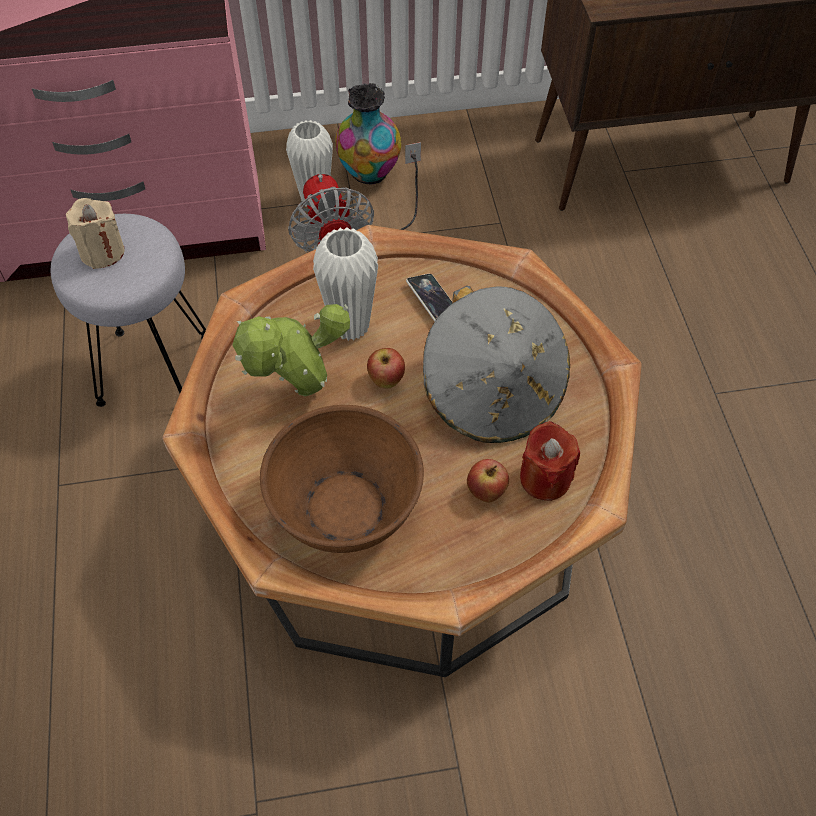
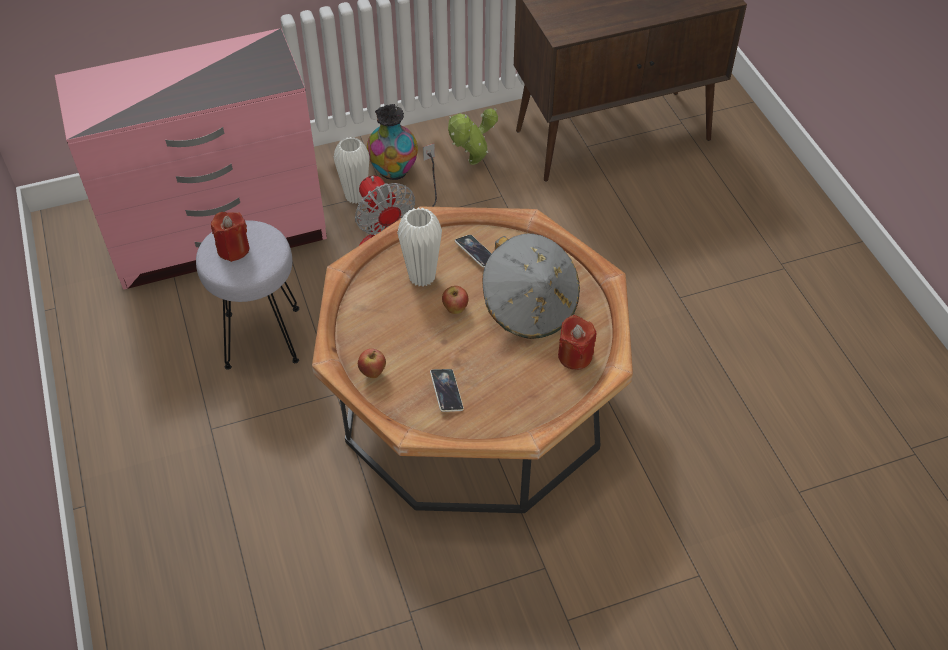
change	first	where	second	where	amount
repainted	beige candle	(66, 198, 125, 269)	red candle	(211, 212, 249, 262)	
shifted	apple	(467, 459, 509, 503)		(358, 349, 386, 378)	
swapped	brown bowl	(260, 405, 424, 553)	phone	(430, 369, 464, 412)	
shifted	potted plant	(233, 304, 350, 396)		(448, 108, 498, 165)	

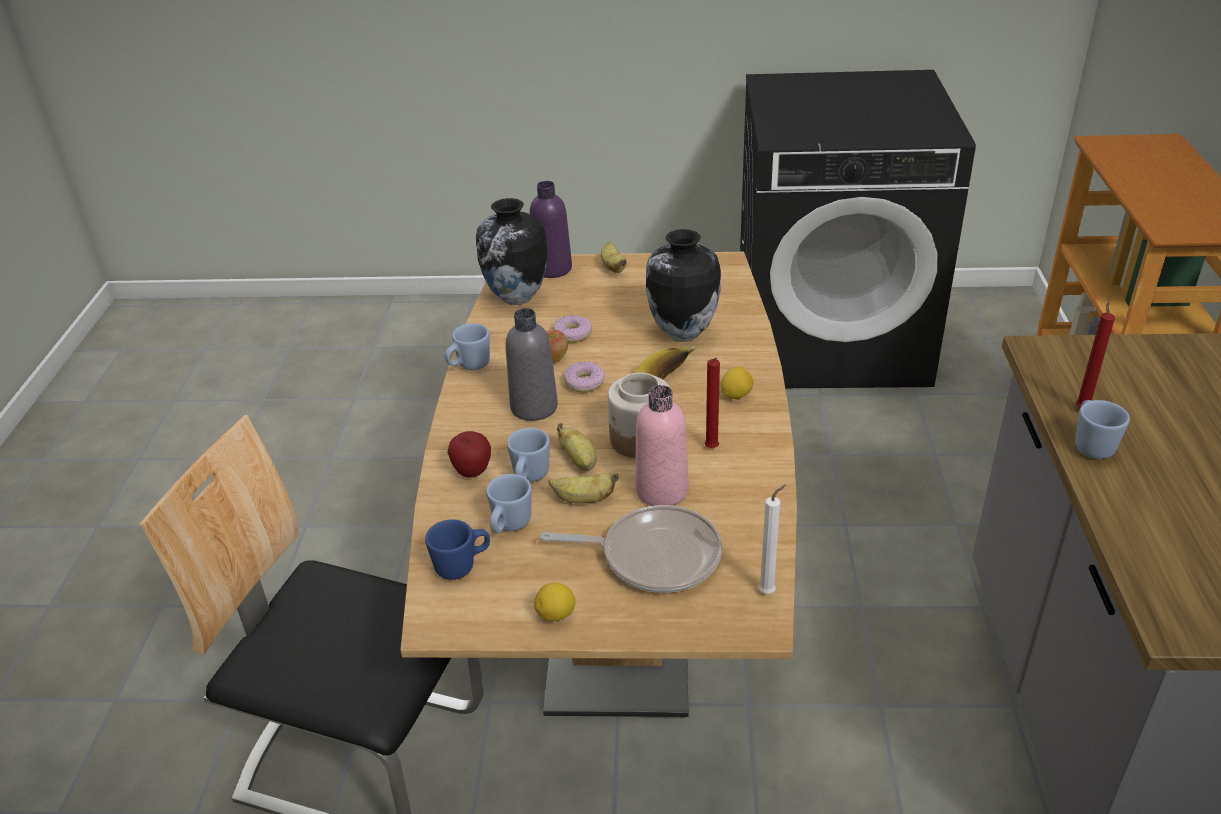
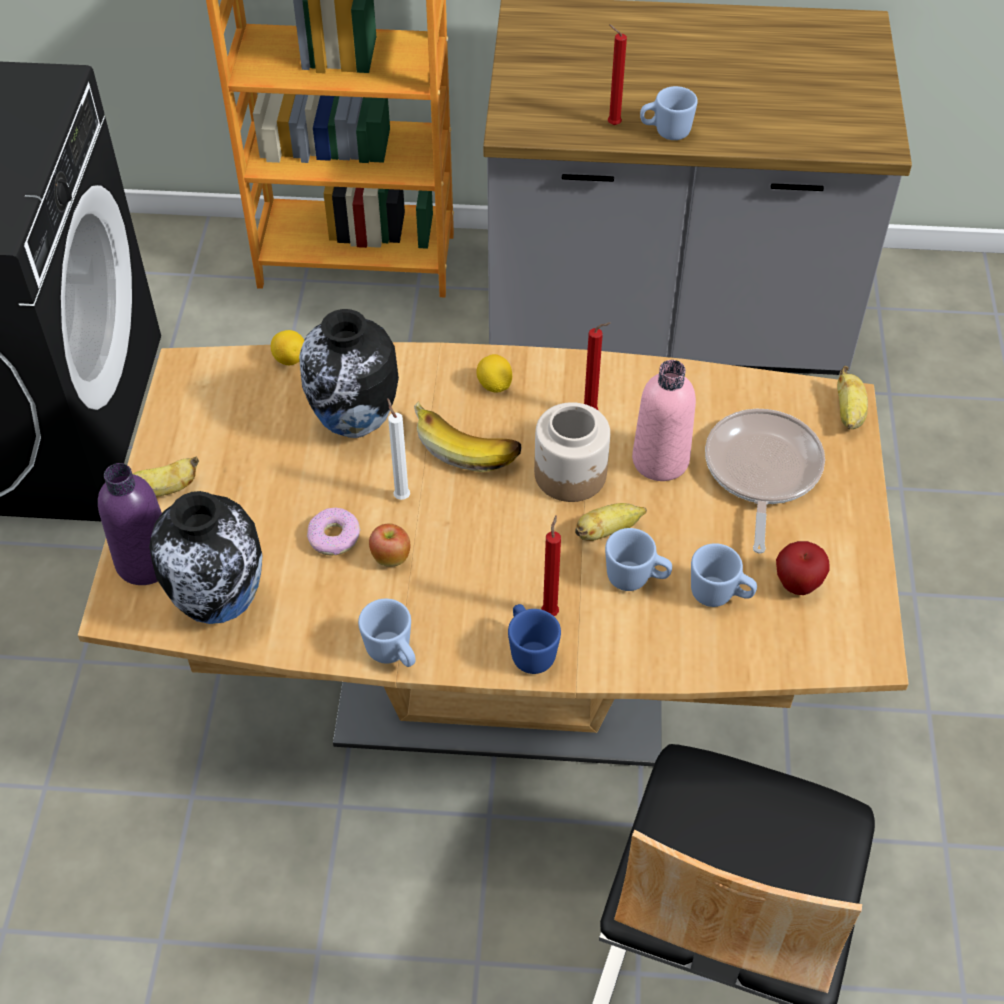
change	first	where	second	where	amount
shifted	lemon	(534, 582, 576, 621)		(271, 330, 304, 365)	
shifted	white candle	(759, 485, 786, 594)		(387, 398, 410, 500)	
shifted	blue mug	(425, 519, 490, 580)		(508, 604, 561, 674)	
new			red candle	(541, 515, 561, 616)	
shifted	apple	(447, 431, 491, 477)		(776, 541, 830, 595)	
shifted	banana	(548, 473, 619, 504)		(837, 366, 868, 429)	
gone	grey bottle	(506, 308, 558, 421)			
gone	donut	(564, 361, 605, 392)			

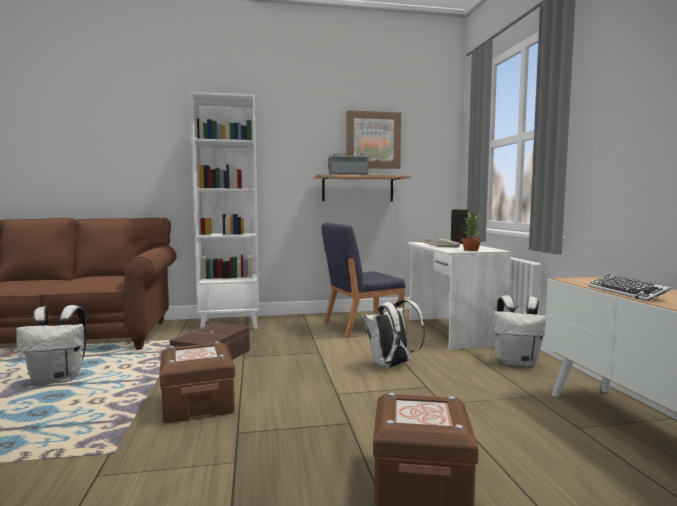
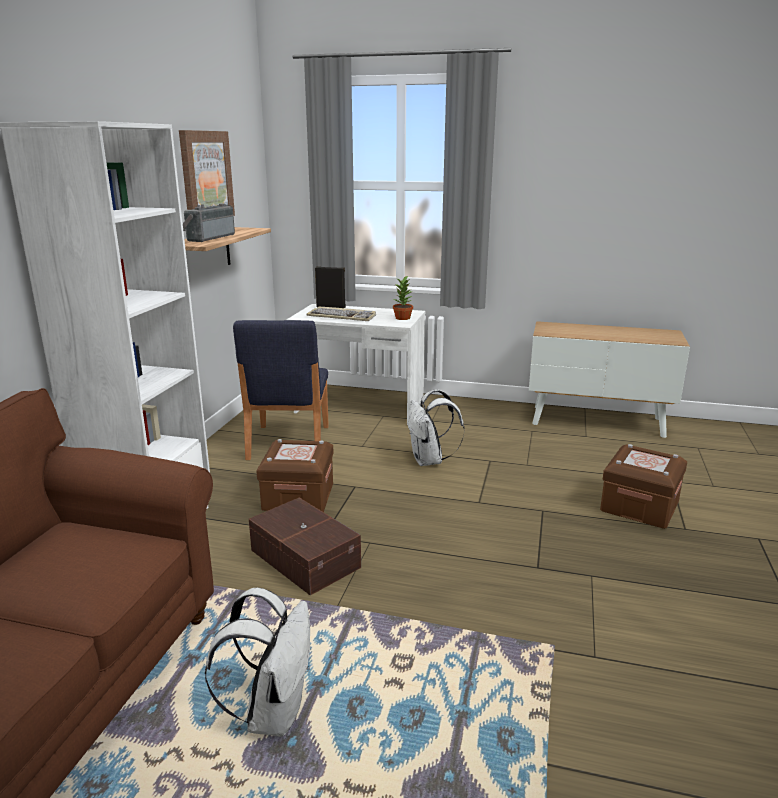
change	first	where	second	where	amount
shifted	brown storage box	(160, 341, 235, 423)		(256, 439, 334, 512)	
gone	white backpack	(493, 295, 546, 366)			
gone	keyboard	(588, 274, 672, 301)			

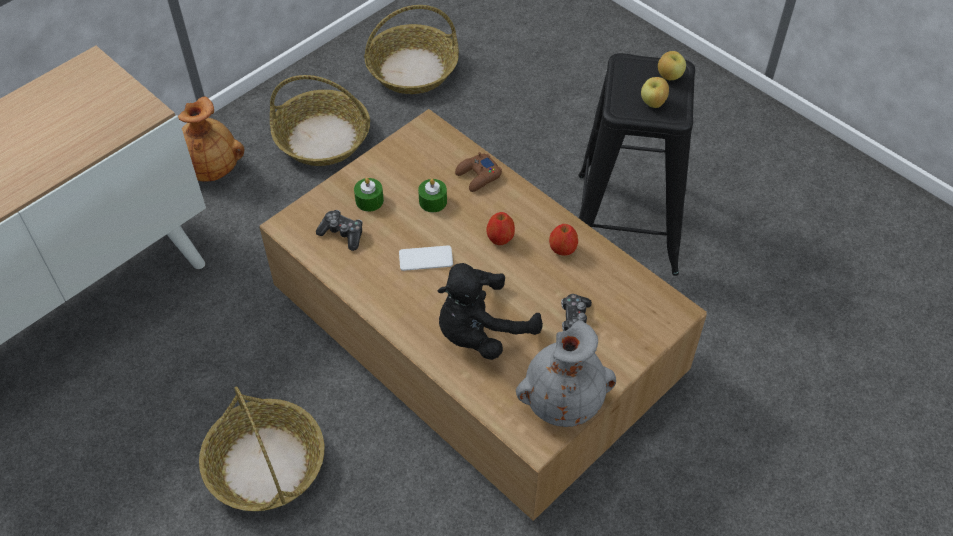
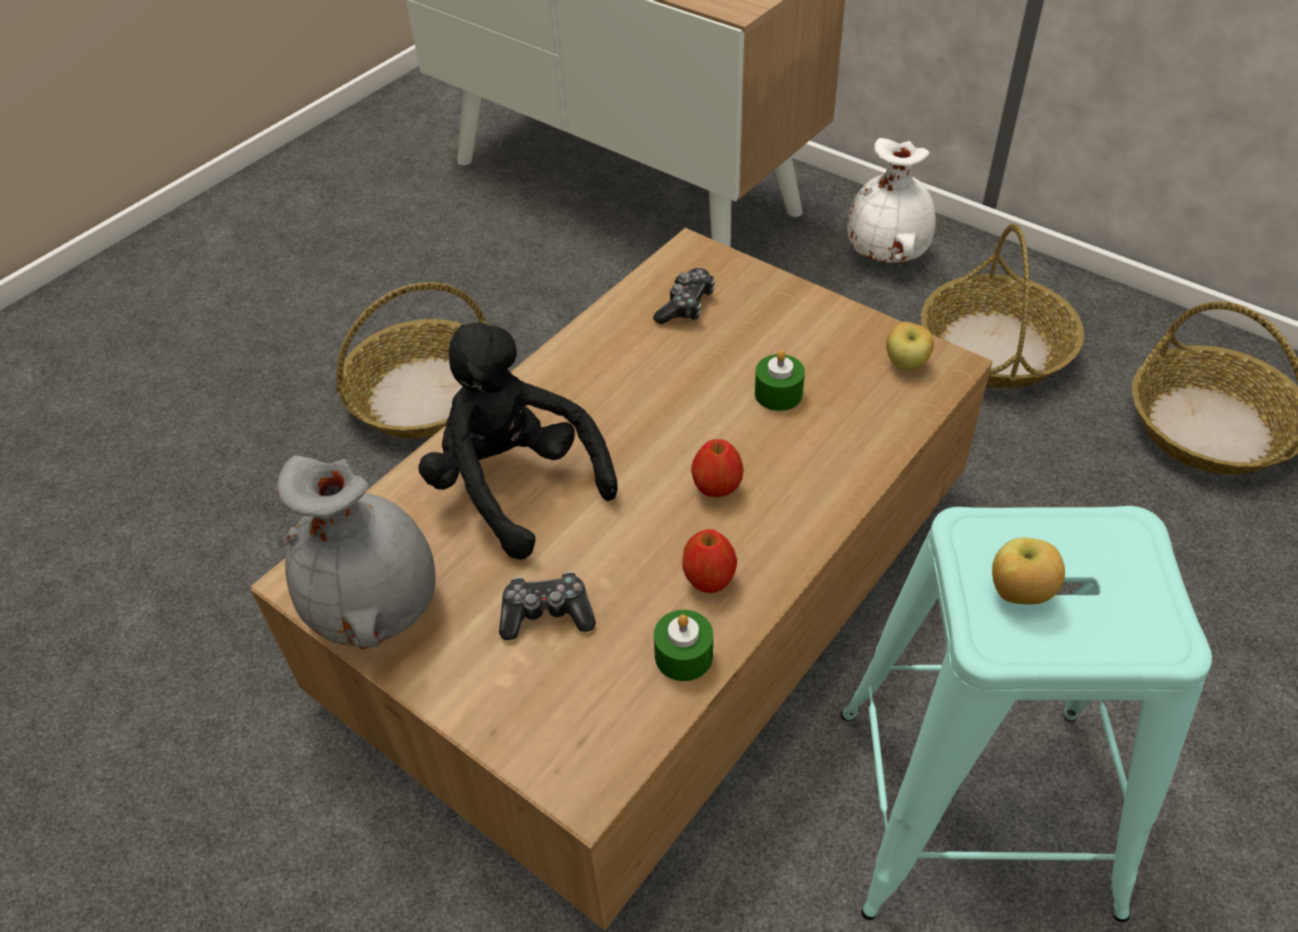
change	first	where	second	where	amount
shifted	green candle	(354, 178, 384, 212)		(654, 610, 713, 681)	
repainted	black stool	(578, 53, 695, 276)	turquoise stool	(841, 506, 1212, 922)	
repainted	brown vase	(178, 96, 244, 182)	white vase	(847, 138, 936, 263)	
shifted	apple	(658, 51, 686, 80)		(886, 322, 934, 371)	
gone	phone	(399, 245, 453, 271)			
gone	brown game controller	(455, 152, 502, 192)			

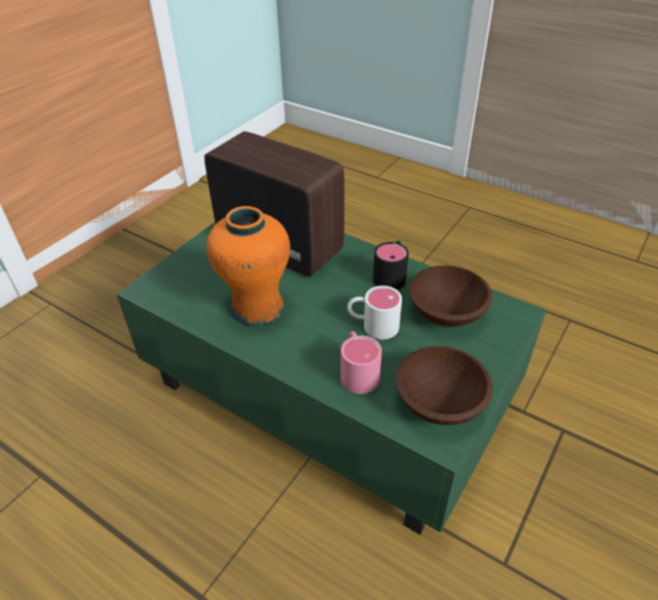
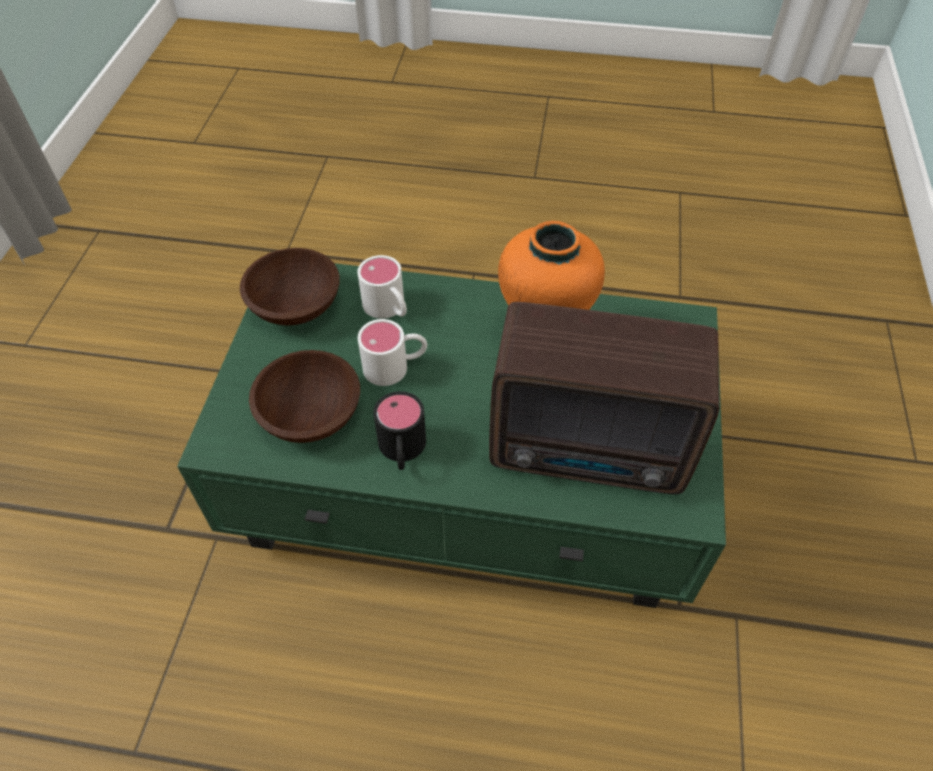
change	first	where	second	where	amount
repainted	pink mug	(341, 331, 382, 394)	white mug	(357, 255, 407, 319)	

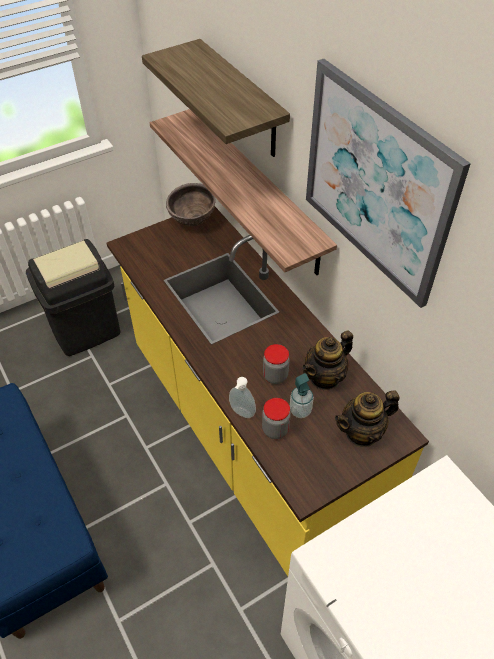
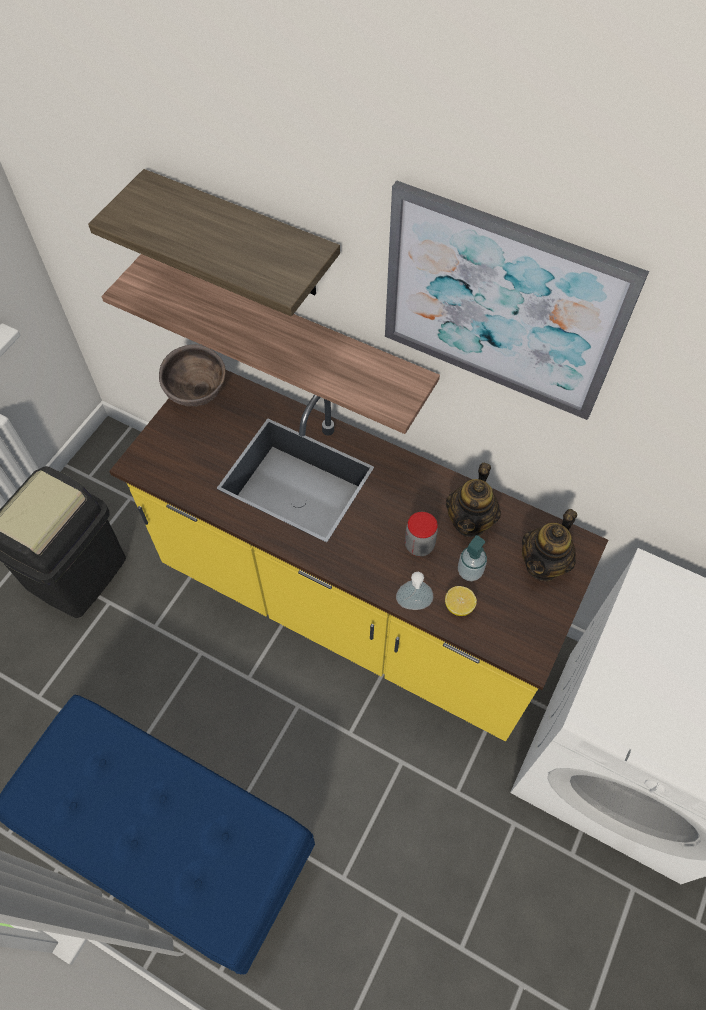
change	first	where	second	where	amount
swapped	jar	(262, 398, 291, 439)	lemon	(445, 586, 477, 616)	

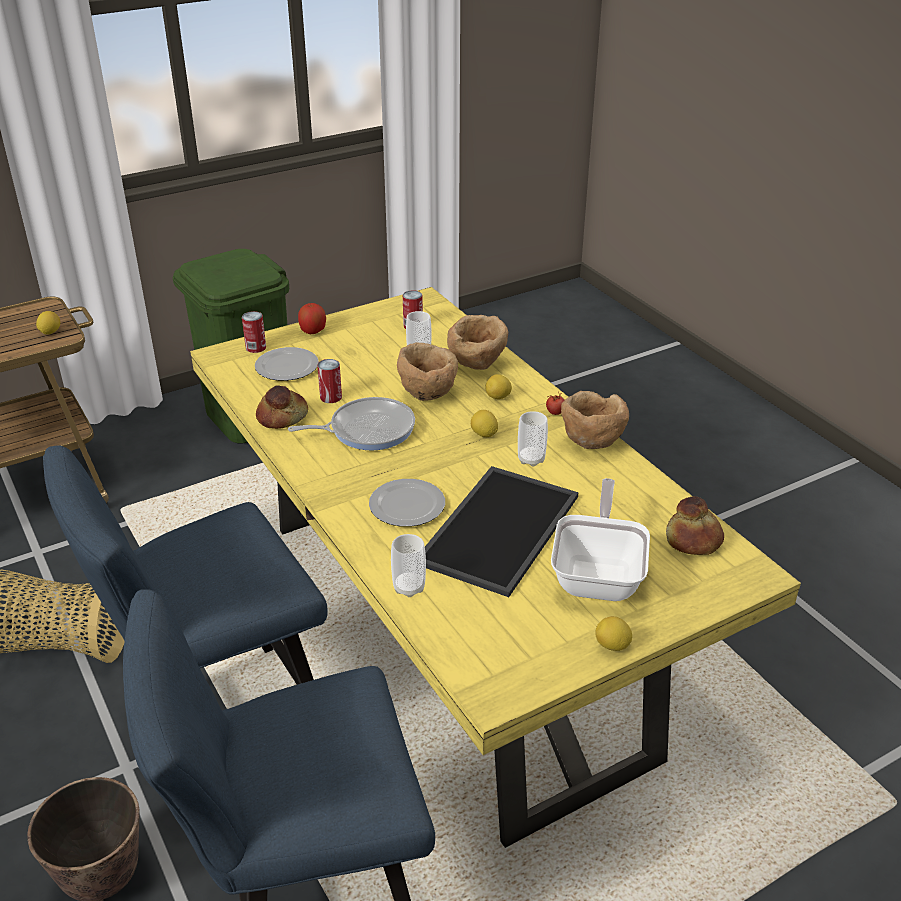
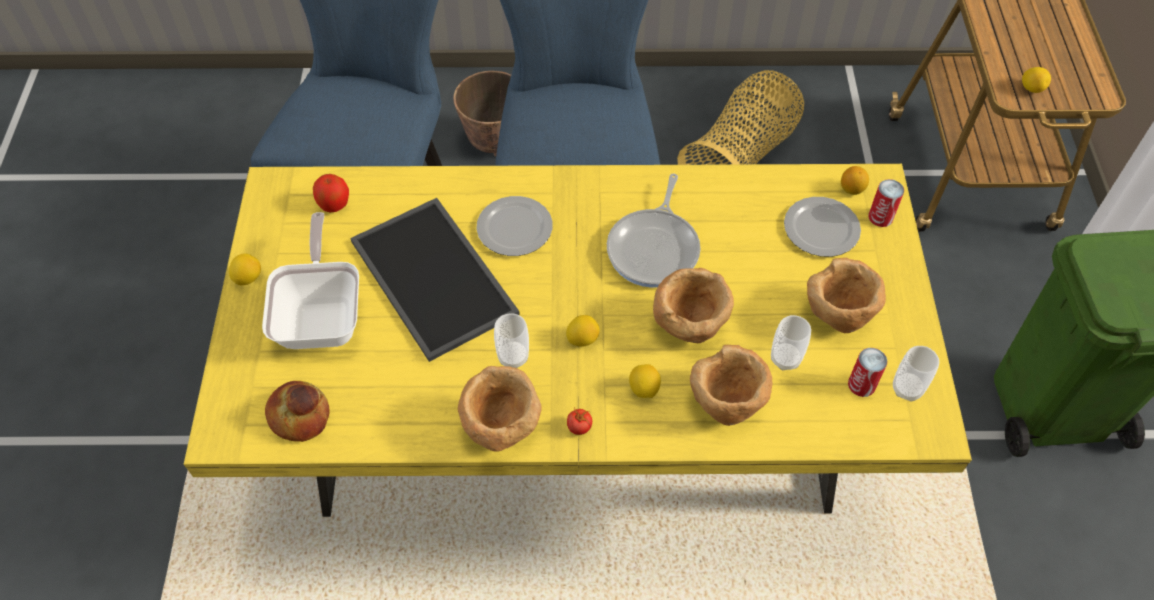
change	first	where	second	where	amount
rotated	frying pan	(551, 478, 650, 601)		(262, 212, 359, 349)	135 degrees counterclockwise
shifted	apple	(298, 303, 326, 334)		(313, 174, 349, 212)	
new			brown bowl	(807, 257, 886, 333)	
new			lemon	(841, 166, 869, 195)	
shifted	cup	(391, 534, 426, 597)		(893, 346, 939, 402)	
gone	bread	(256, 385, 308, 429)			
gone	can	(317, 359, 342, 403)			

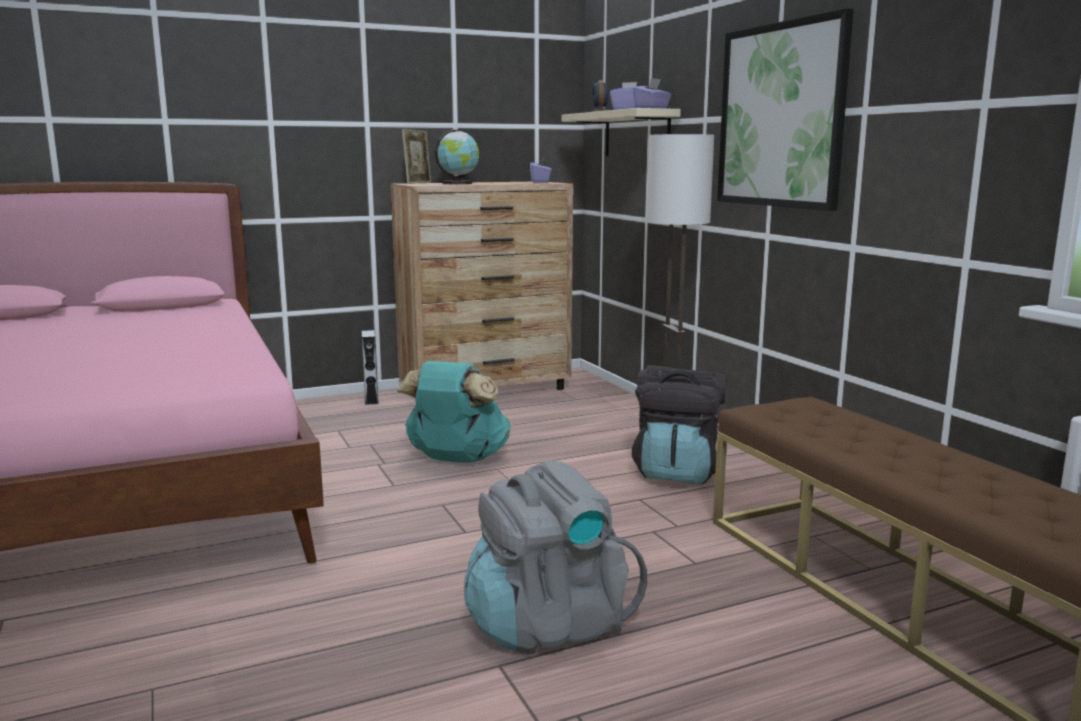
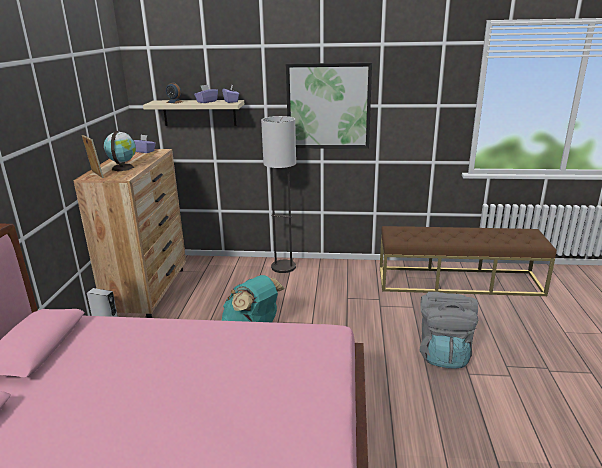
change	first	where	second	where	amount
gone	black backpack	(632, 365, 727, 485)			

